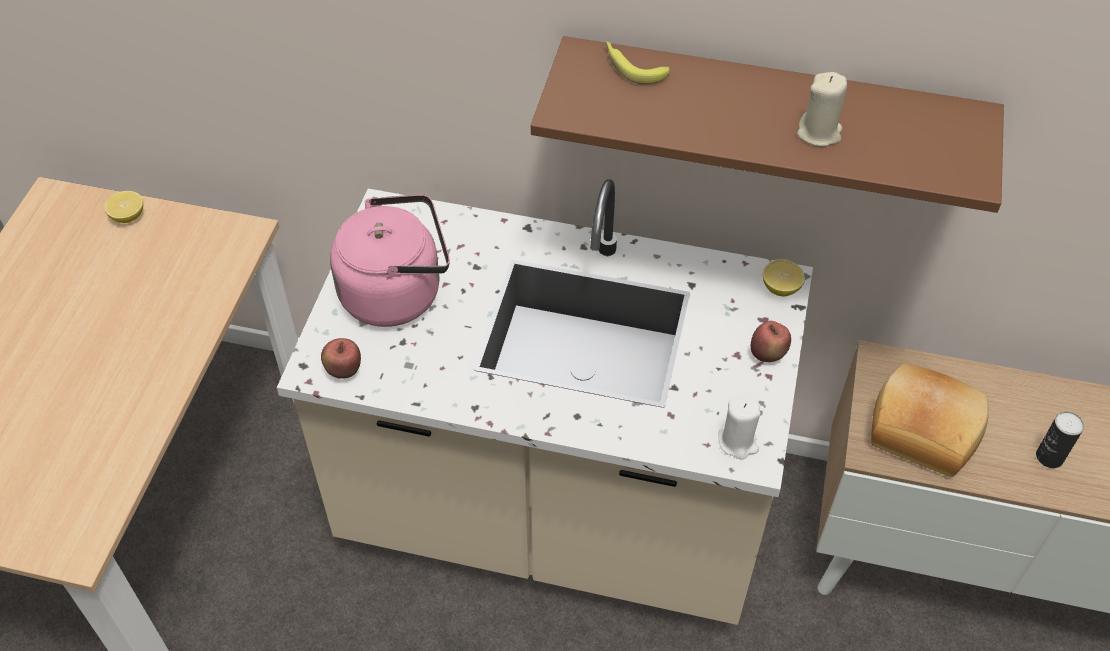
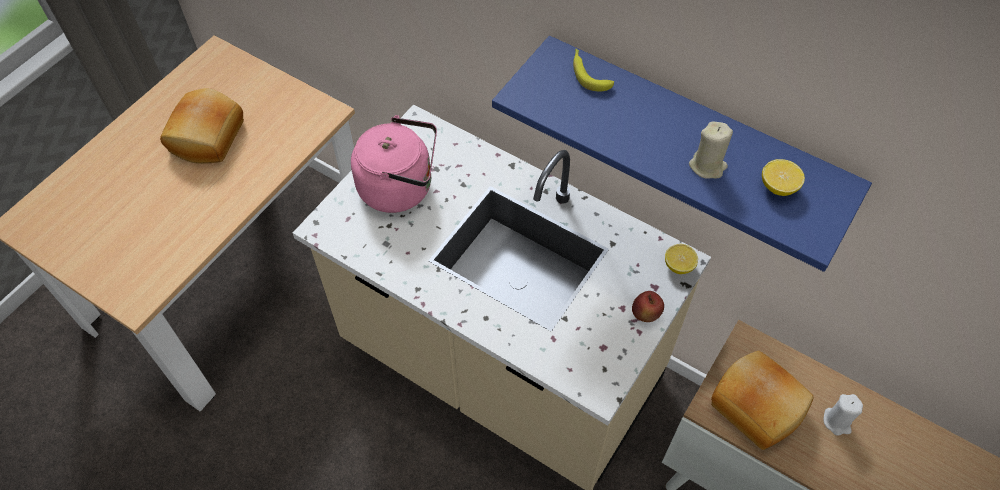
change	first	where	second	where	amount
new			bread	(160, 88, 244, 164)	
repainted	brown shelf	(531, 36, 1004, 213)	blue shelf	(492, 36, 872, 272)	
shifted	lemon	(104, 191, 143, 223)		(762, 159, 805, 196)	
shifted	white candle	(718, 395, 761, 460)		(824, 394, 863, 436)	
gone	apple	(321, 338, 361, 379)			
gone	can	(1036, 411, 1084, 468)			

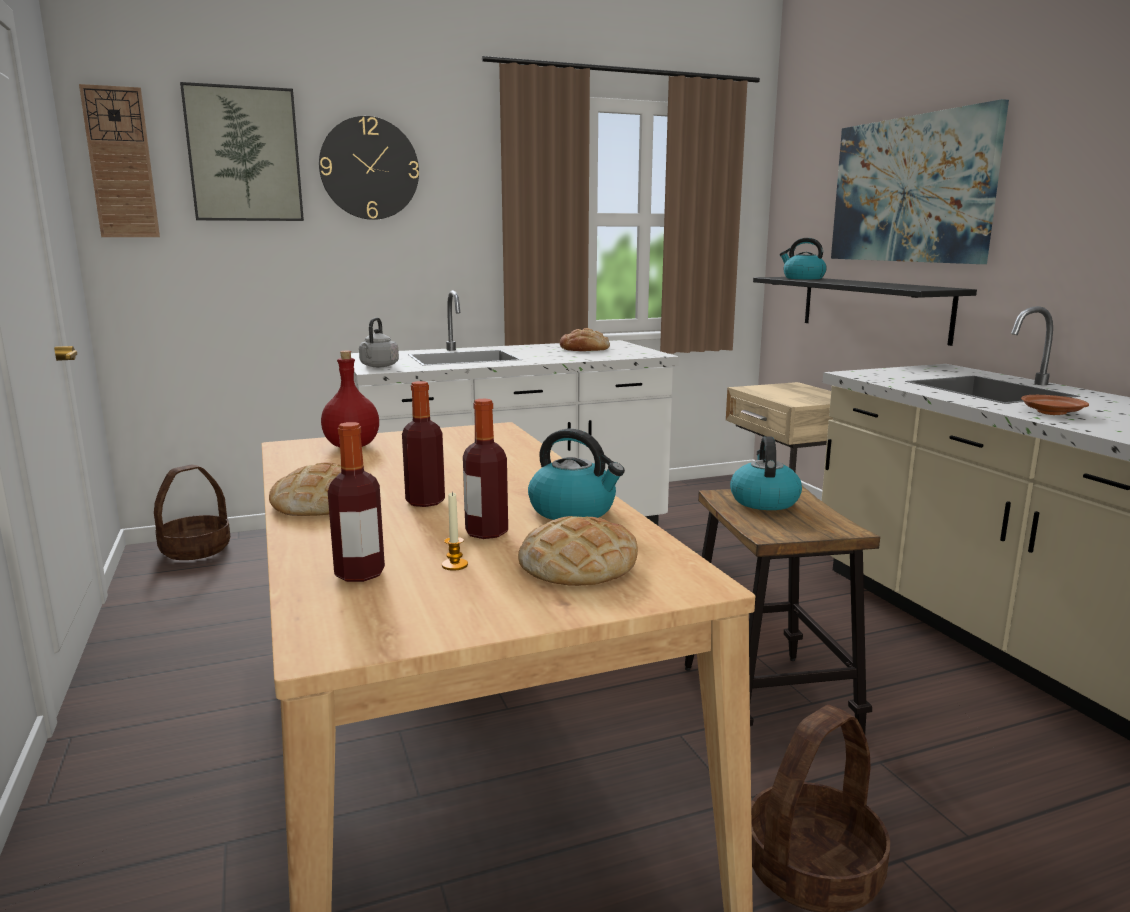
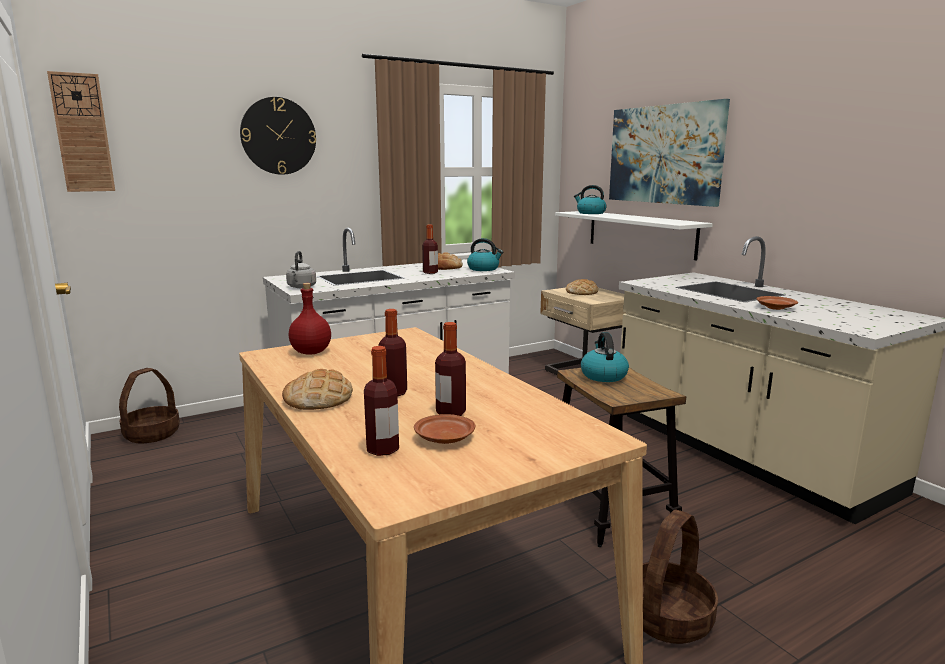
change	first	where	second	where	amount
swapped	candle	(442, 492, 468, 571)	brown plate	(414, 414, 475, 444)	
new			bottle	(422, 225, 438, 274)	
shifted	kettle	(528, 429, 625, 520)		(467, 238, 503, 271)	
repainted	black shelf	(753, 277, 977, 346)	white shelf	(555, 211, 713, 260)	
shifted	bread	(518, 516, 638, 586)		(566, 279, 598, 295)	
gone	picture	(180, 82, 304, 221)			

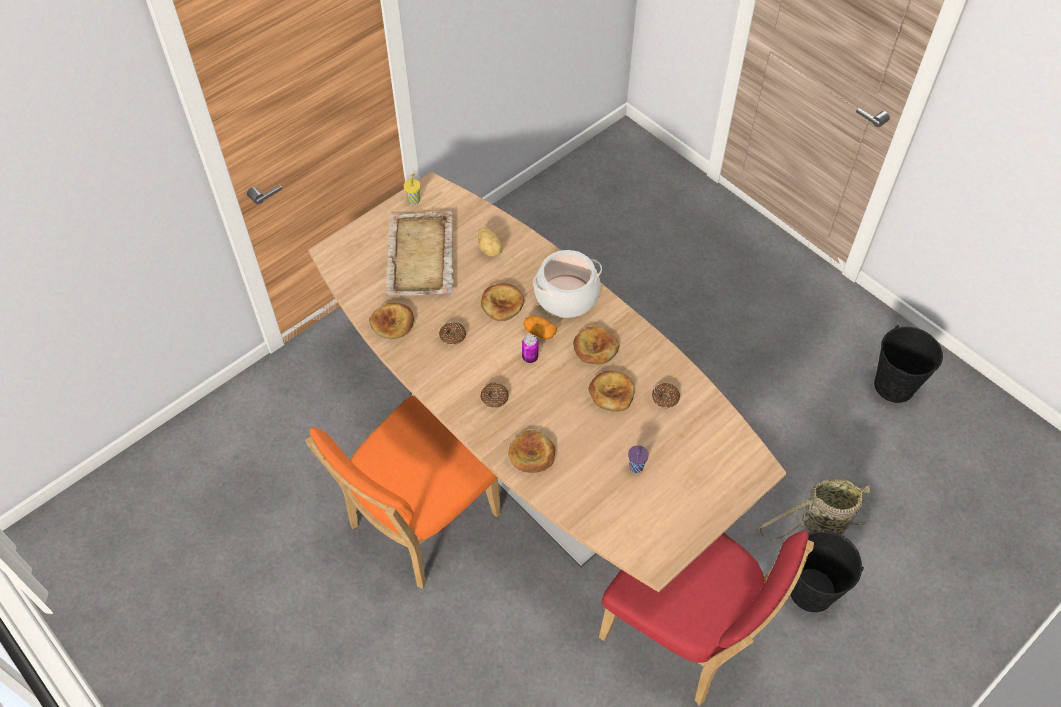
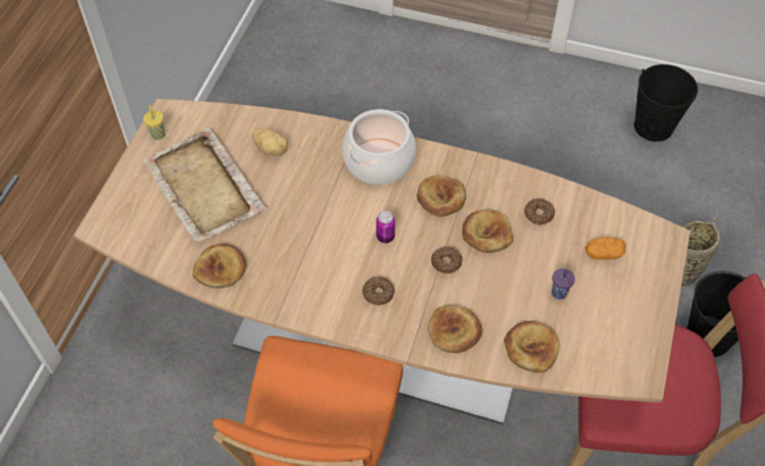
change	first	where	second	where	amount
shifted	donut	(439, 322, 466, 345)		(431, 246, 462, 274)	
shifted	bread	(481, 283, 524, 321)		(504, 321, 559, 373)	
shifted	potato	(523, 316, 557, 339)		(585, 237, 626, 259)	

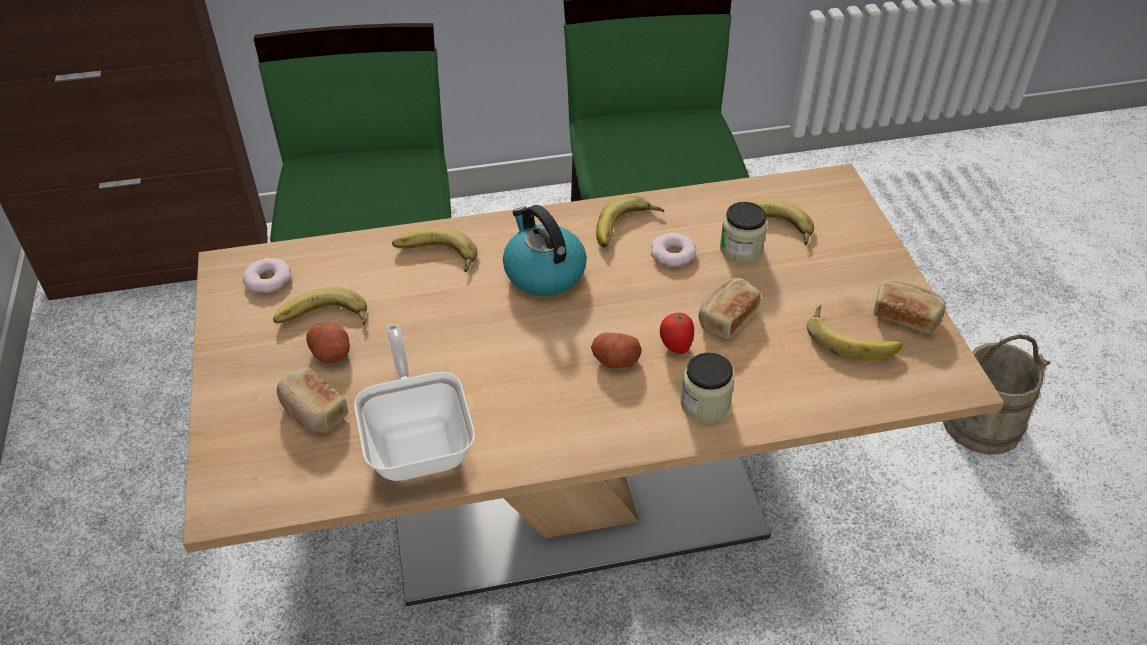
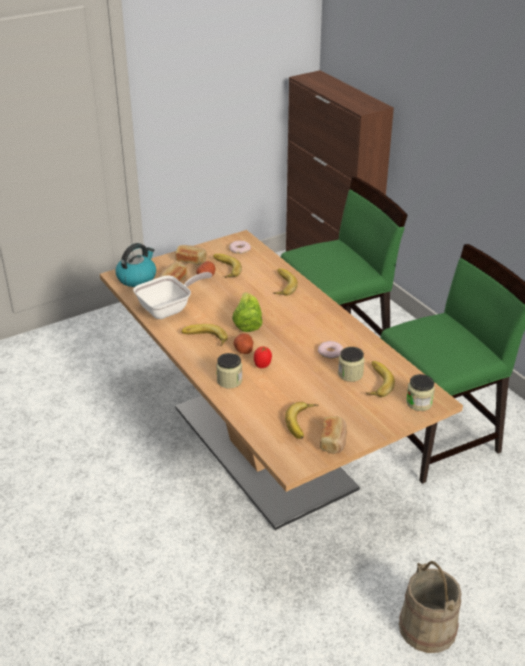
change	first	where	second	where	amount
shifted	kettle	(503, 205, 587, 296)		(115, 243, 156, 287)	
shifted	bread	(698, 278, 761, 338)		(175, 245, 207, 265)	
shifted	banana	(596, 196, 664, 247)		(181, 324, 228, 346)	
new			lettuce	(232, 292, 263, 332)	
new			jar	(406, 374, 435, 411)	

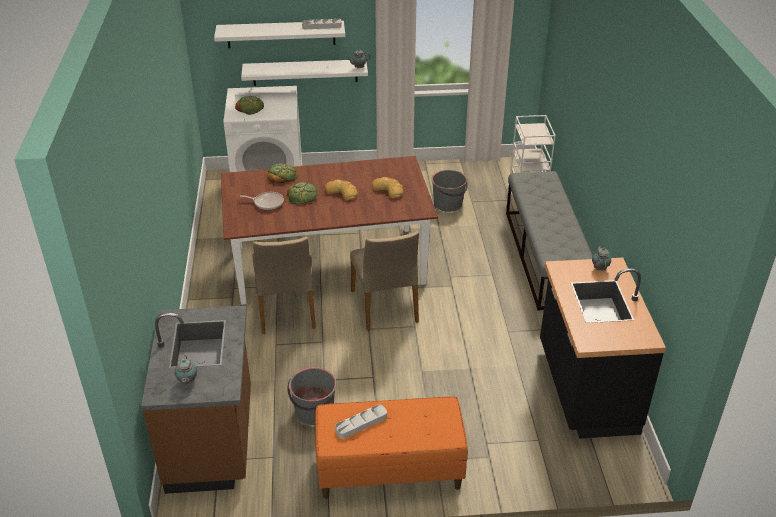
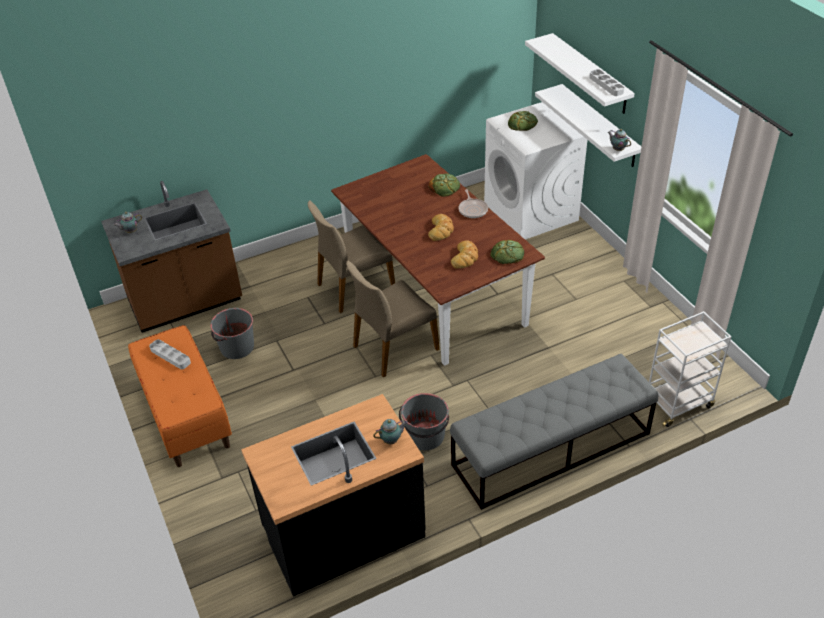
change	first	where	second	where	amount
shifted	grey bucket	(431, 170, 468, 212)		(399, 393, 449, 450)	
shifted	frying pan	(240, 192, 284, 210)		(458, 189, 488, 218)	
shifted	bread	(287, 182, 318, 205)		(490, 240, 524, 264)	

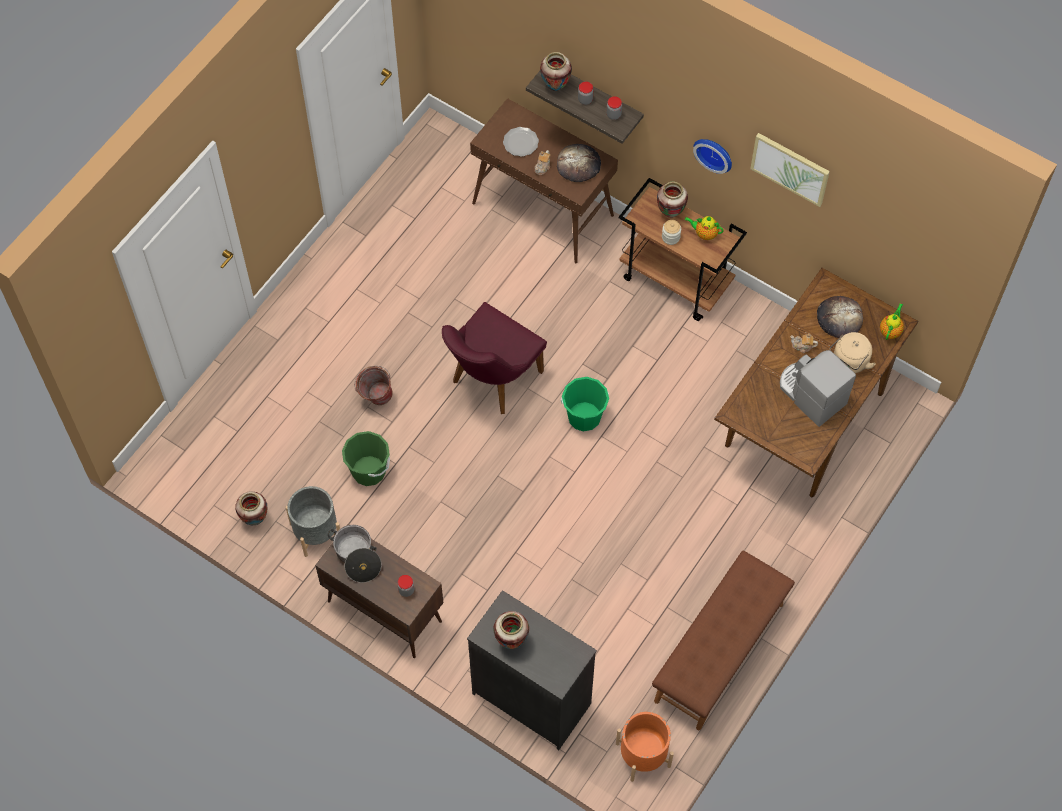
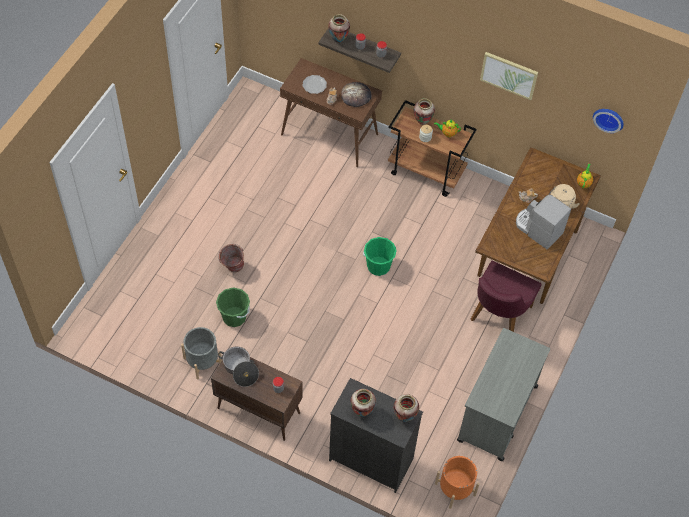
change	first	where	second	where	amount
shifted	vase	(235, 491, 267, 525)		(394, 394, 419, 422)	
swapped	brown bench	(652, 551, 795, 730)	grey cart	(457, 328, 550, 461)	
shifted	purple chair	(442, 302, 547, 414)		(471, 261, 542, 332)	
shifted	wall clock	(693, 139, 732, 174)		(593, 109, 624, 133)	
gone	bread	(817, 296, 863, 338)			

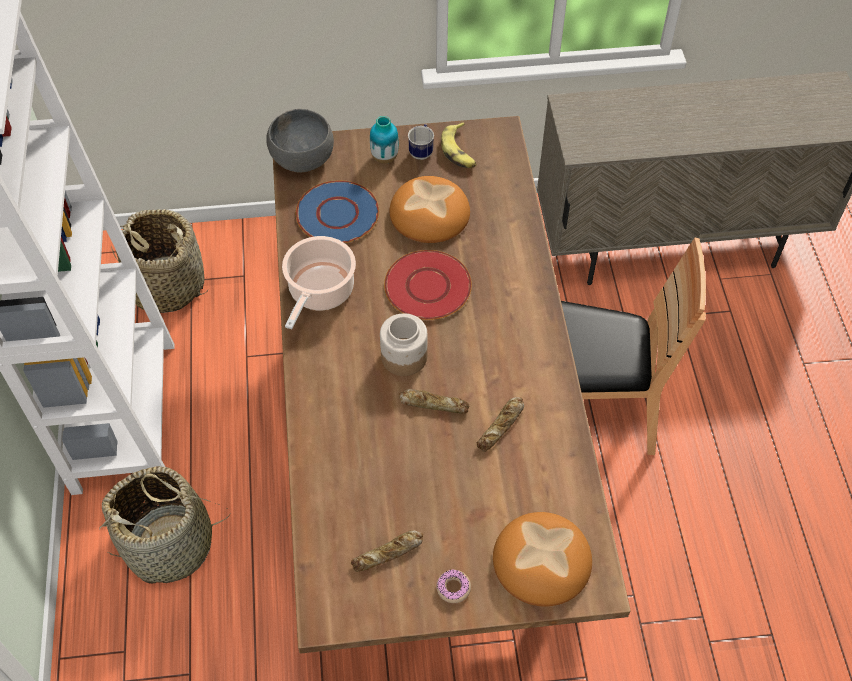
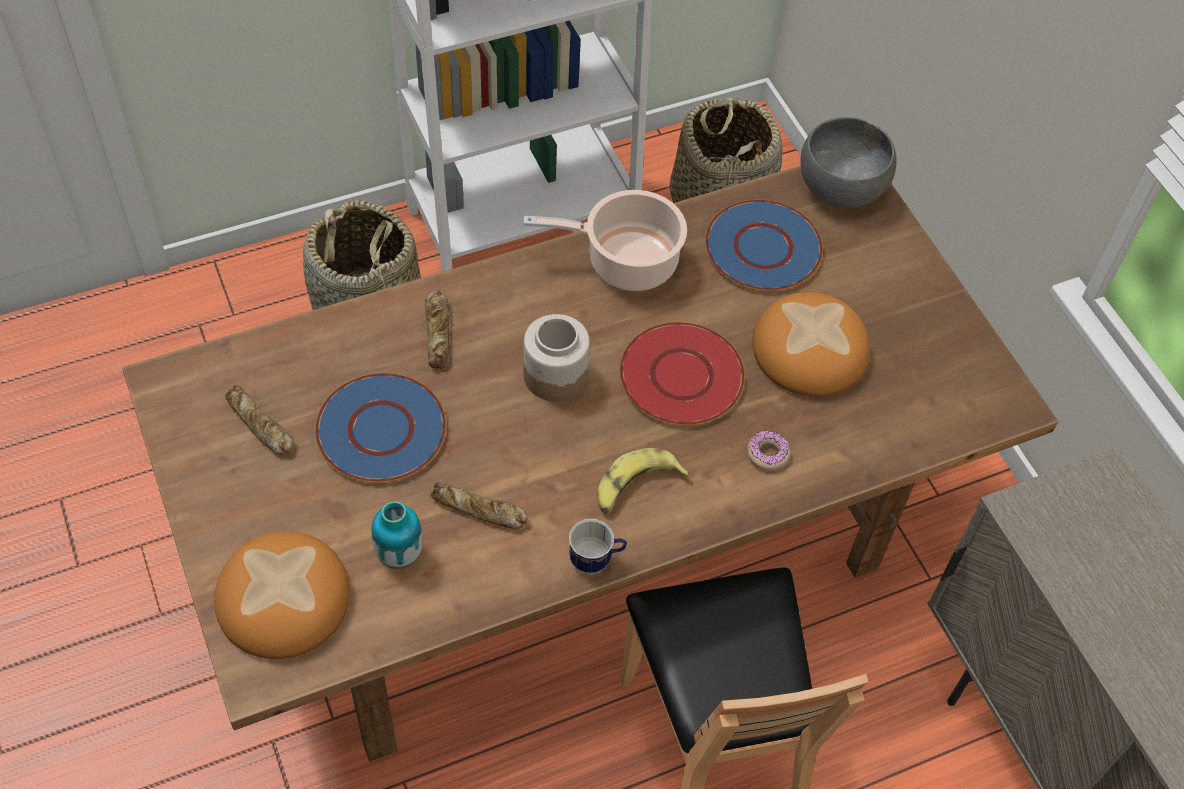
change	first	where	second	where	amount
new			blue plate	(315, 373, 446, 483)	
shifted	vase	(370, 116, 399, 164)		(372, 501, 422, 569)	
shifted	bread	(399, 389, 469, 413)		(425, 290, 450, 369)	
shifted	mug	(408, 124, 434, 160)		(569, 519, 627, 574)	
shifted	banana	(441, 122, 477, 168)		(598, 448, 689, 514)	
shifted	donut	(436, 569, 471, 603)		(747, 430, 791, 471)	

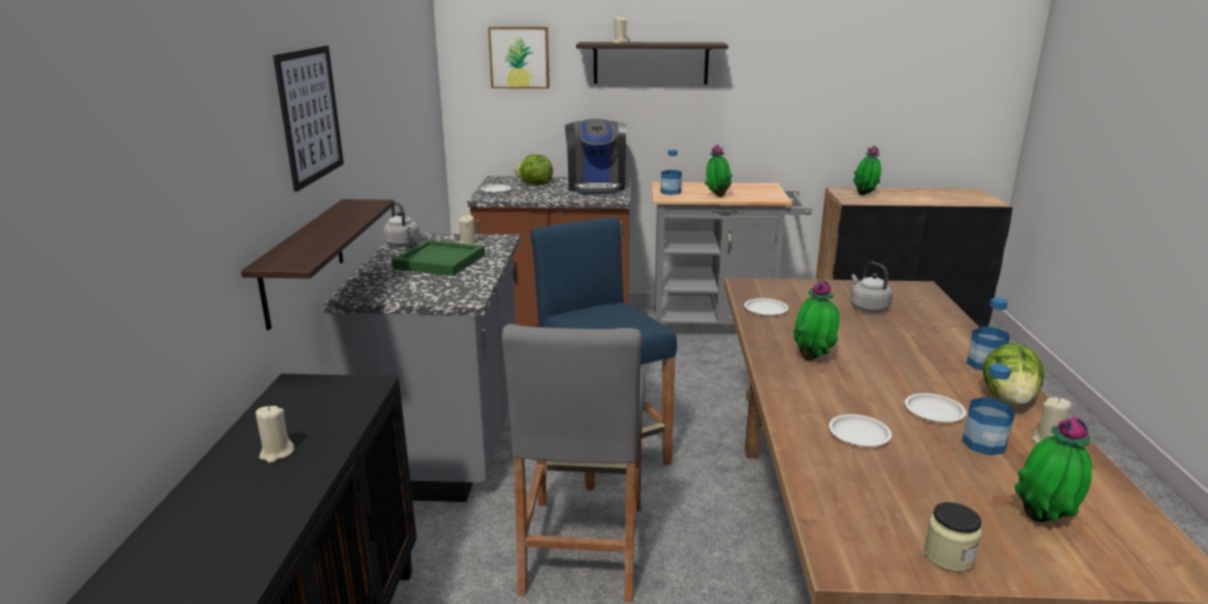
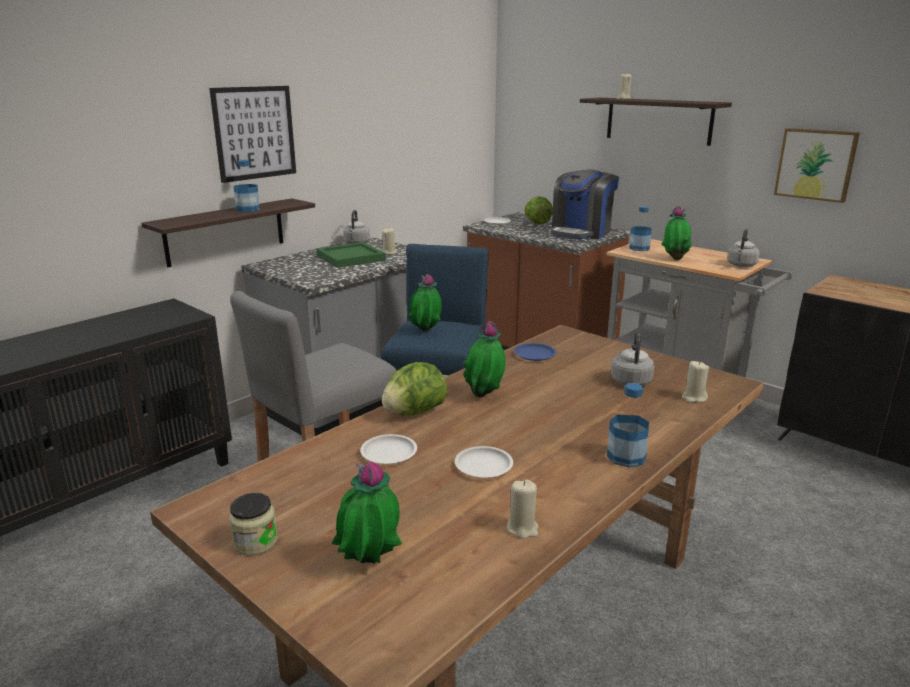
change	first	where	second	where	amount
shifted	bottle	(962, 363, 1016, 455)		(233, 160, 259, 212)	
shifted	lettuce	(983, 343, 1044, 406)		(382, 362, 448, 416)	
shifted	potted plant	(853, 146, 881, 195)		(407, 274, 442, 331)	
repainted	white plate	(744, 298, 788, 316)	blue plate	(514, 343, 556, 361)	
shifted	beige candle	(256, 406, 295, 463)		(682, 361, 709, 403)	
new			grey kettle	(727, 228, 760, 267)	
shifted	picture	(488, 27, 550, 89)		(774, 128, 860, 203)	

